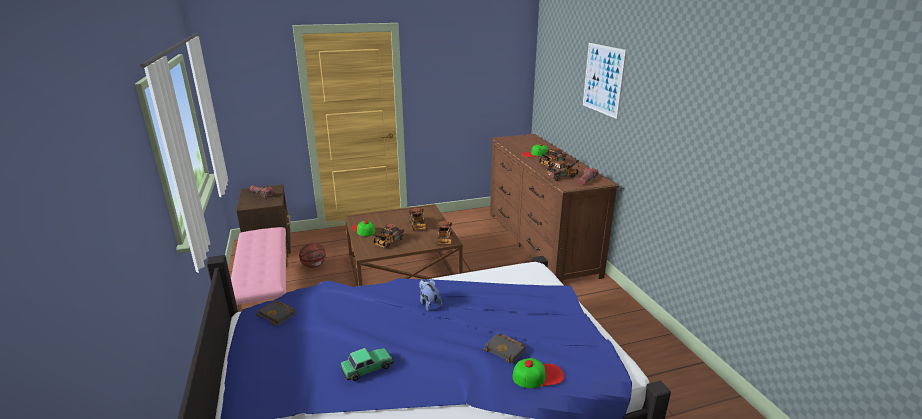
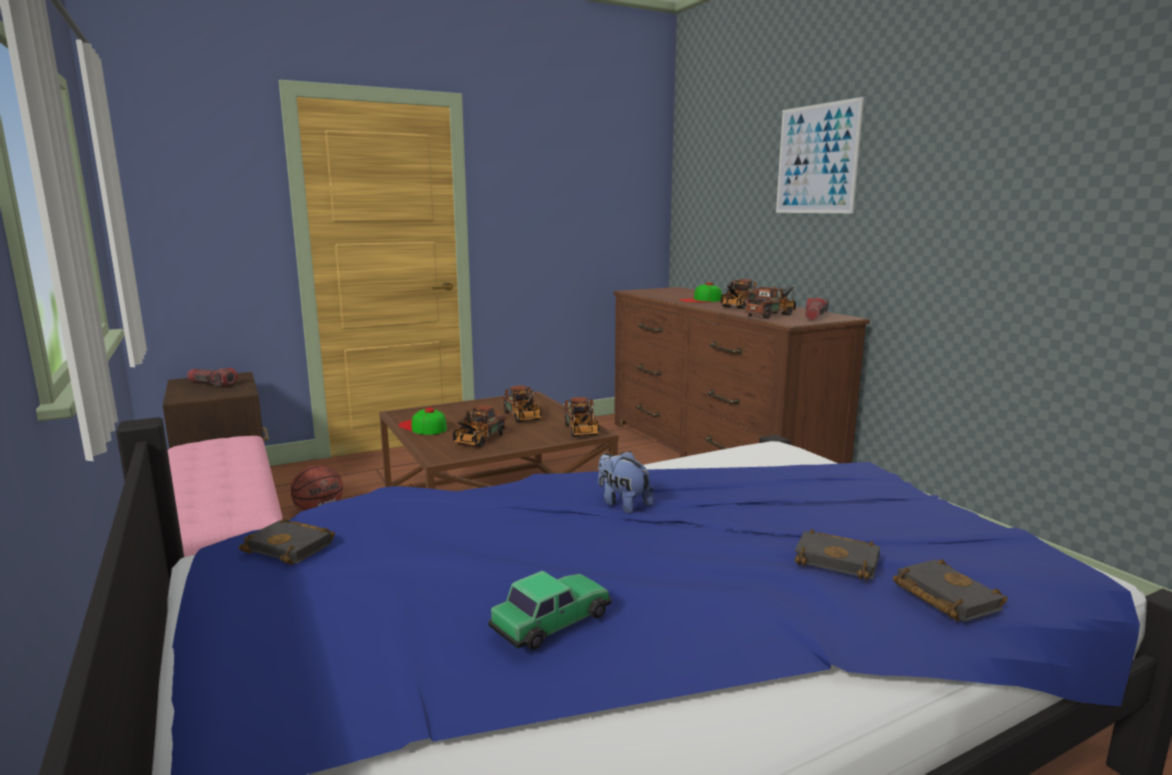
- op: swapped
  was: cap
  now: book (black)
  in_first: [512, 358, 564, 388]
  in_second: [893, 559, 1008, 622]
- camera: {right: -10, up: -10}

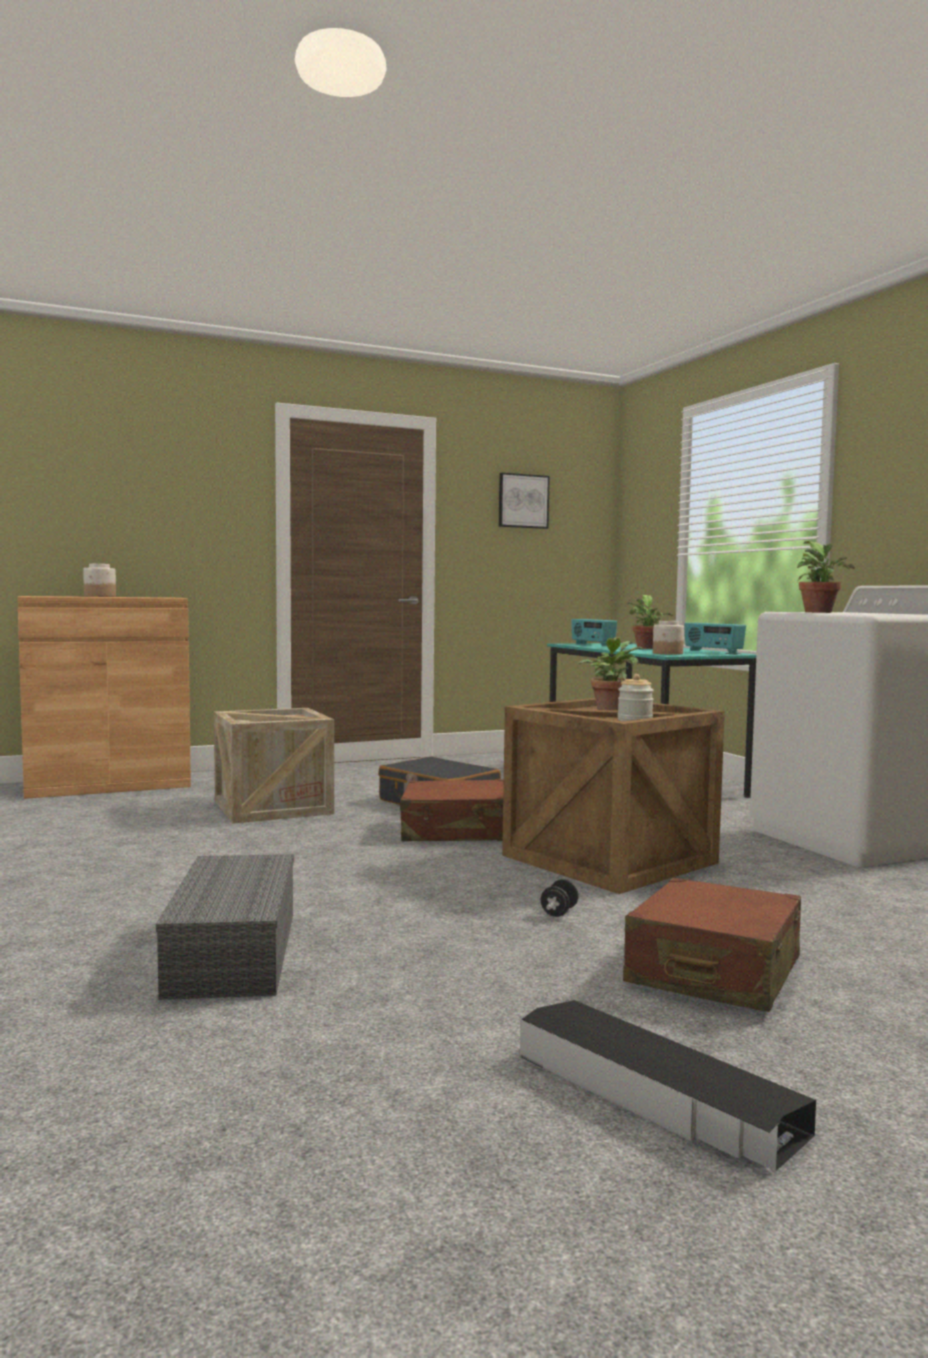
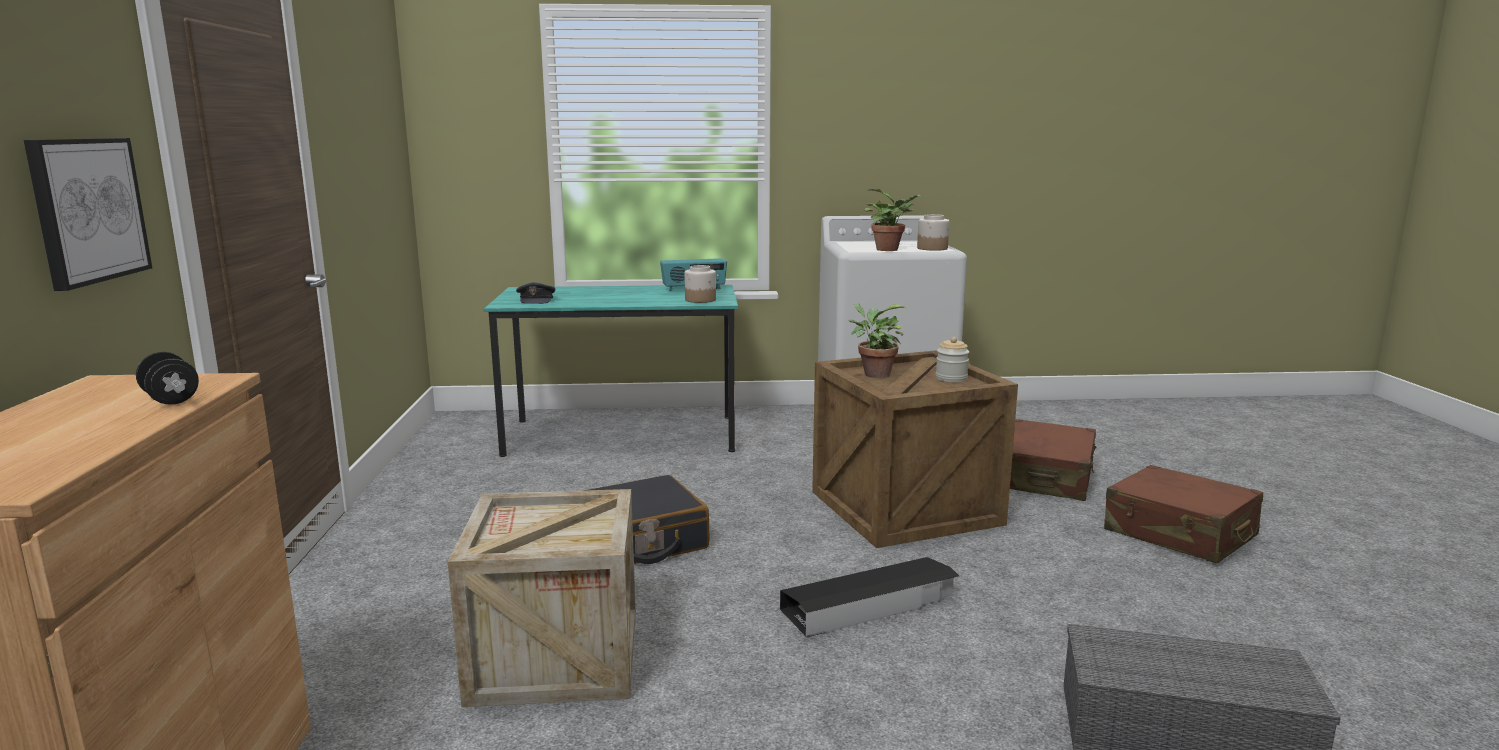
- op: shifted
  was: picture
  in_first: [499, 473, 550, 529]
  in_second: [23, 138, 152, 291]
- op: shifted
  was: jar
  in_first: [83, 564, 116, 597]
  in_second: [917, 214, 949, 251]
- op: gone
  was: potted plant
  in_first: [627, 595, 674, 649]
- op: swapped
  was: radio
  now: cap (grey)
  in_first: [571, 619, 617, 646]
  in_second: [516, 282, 555, 304]
- op: shifted
  was: suitcase (brown)
  in_first: [400, 780, 504, 841]
  in_second: [1010, 419, 1096, 501]
- op: shifted
  was: dumbbell (black)
  in_first: [541, 879, 579, 917]
  in_second: [136, 352, 199, 405]
- op: shifted
  was: storage box (black)
  in_first: [520, 1000, 816, 1172]
  in_second: [780, 557, 959, 637]
- camera: {right: -70, up: 10}

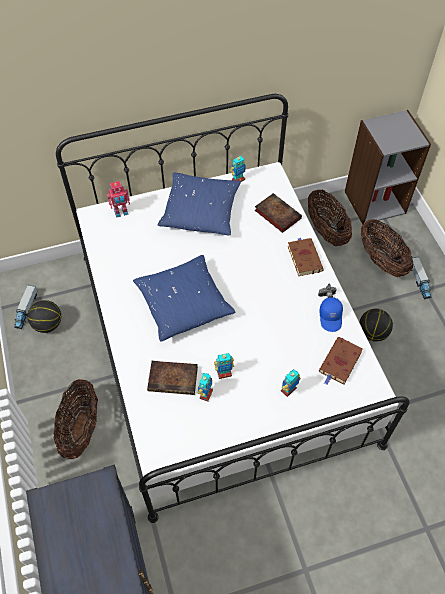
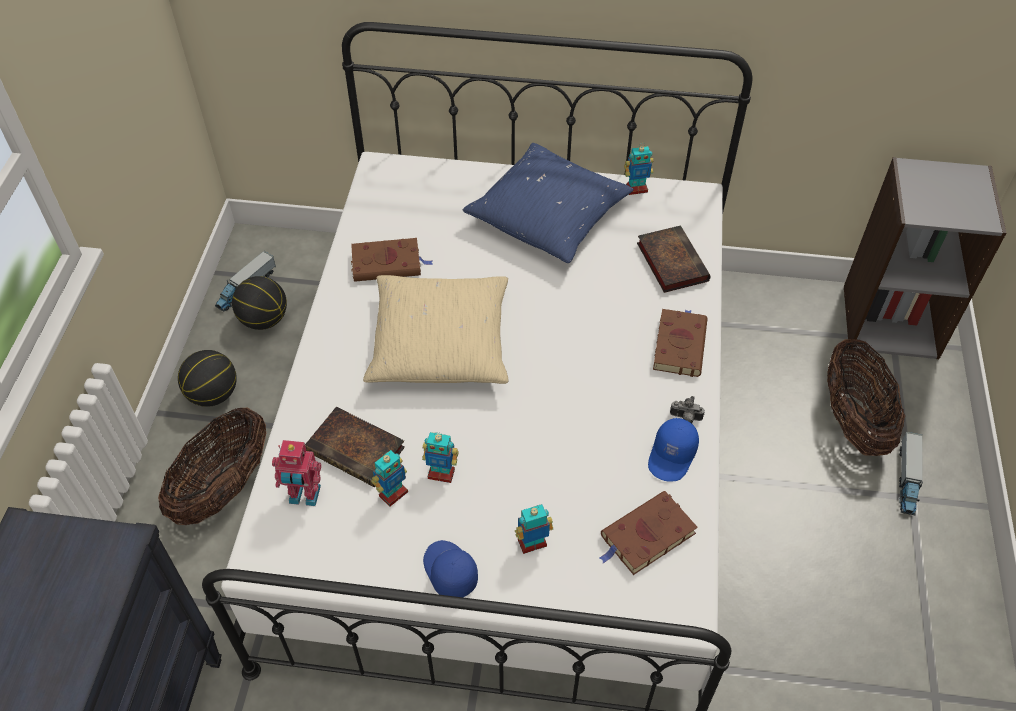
- op: shifted
  was: toy robot
  in_first: [107, 181, 130, 218]
  in_second: [272, 440, 321, 506]
- op: gone
  was: basket
  in_first: [308, 190, 352, 246]
- op: repainted
  was: pillow (blue)
  now: pillow (beige)
  in_first: [133, 255, 236, 342]
  in_second: [363, 275, 509, 384]
- op: shifted
  was: basketball
  in_first: [359, 309, 393, 342]
  in_second: [178, 350, 237, 407]
- op: new
  now: book (brown)
  in_second: [351, 238, 433, 282]
- op: new
  now: cap (blue)
  in_second: [423, 540, 478, 597]
- camera: {right: 25, up: -5}

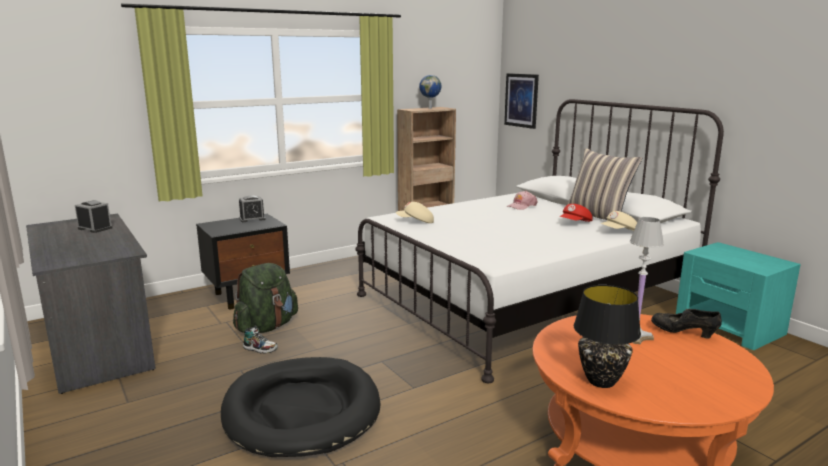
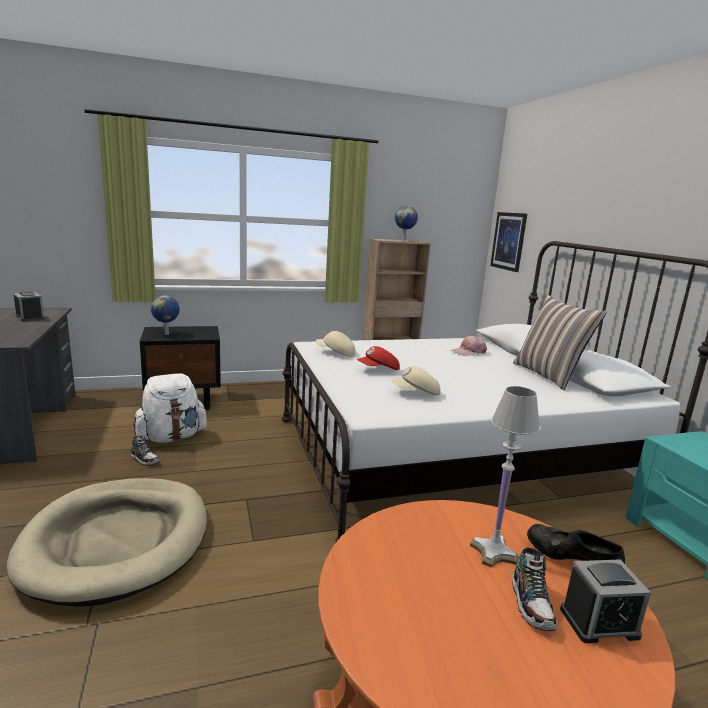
- op: shifted
  was: alarm clock
  in_first: [239, 195, 266, 222]
  in_second: [560, 559, 651, 643]
- op: shifted
  was: cap (red)
  in_first: [559, 204, 593, 222]
  in_second: [357, 346, 400, 370]
- op: shifted
  was: cap (beige)
  in_first: [601, 211, 637, 231]
  in_second: [391, 366, 440, 395]
- op: repainted
  was: backpack (green)
  now: backpack (white)
  in_first: [233, 263, 298, 333]
  in_second: [133, 374, 208, 443]
- op: gone
  was: table lamp (black)
  in_first: [574, 285, 641, 388]
- op: repainted
  was: dog bed (black)
  now: dog bed (beige)
  in_first: [221, 357, 381, 457]
  in_second: [7, 478, 207, 607]
- op: new
  now: globe
  in_second: [151, 295, 180, 335]
- op: new
  now: shoe
  in_second: [512, 547, 557, 631]
- camera: {right: 15, up: 0}

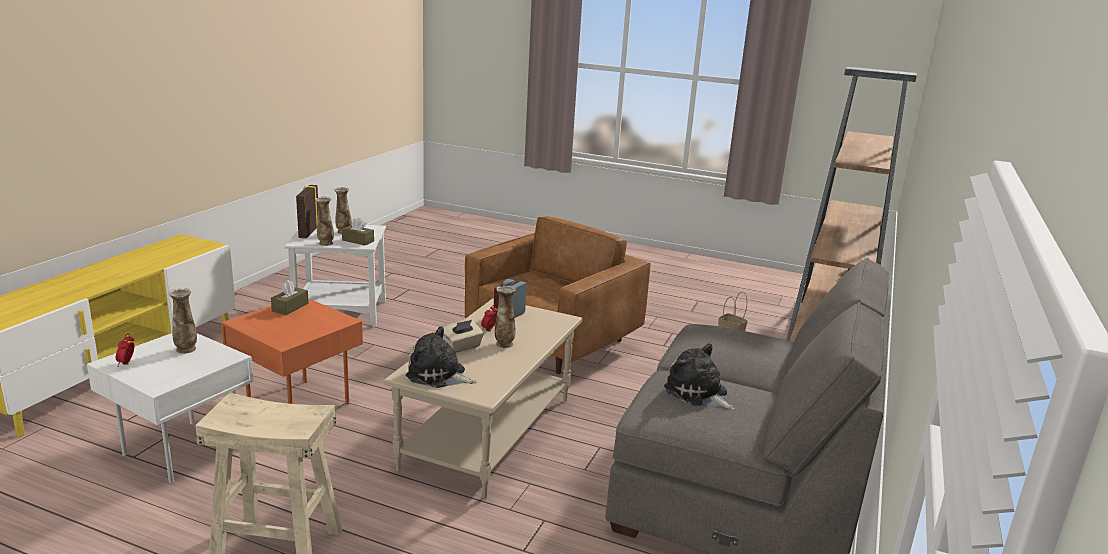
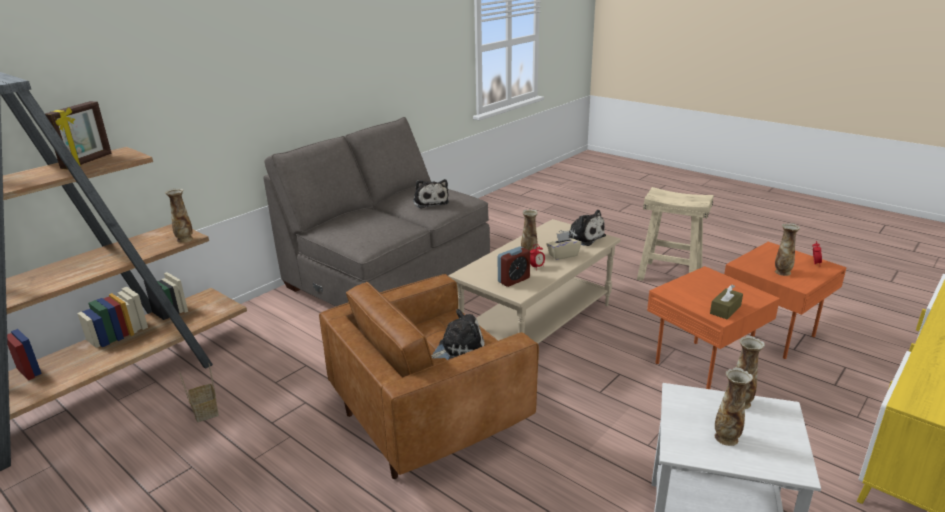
- op: shifted
  was: picture frame
  in_first: [296, 185, 318, 238]
  in_second: [45, 101, 112, 169]
- op: gone
  was: tissue box (brown)
  in_first: [342, 218, 374, 245]
- op: repainted
  was: side table (white)
  now: side table (orange)
  in_first: [87, 333, 254, 483]
  in_second: [724, 242, 847, 359]
- op: new
  now: vase
  in_second: [165, 188, 193, 243]
- op: new
  now: plush toy
  in_second: [431, 309, 485, 360]
- camera: {right: -160, up: 5}

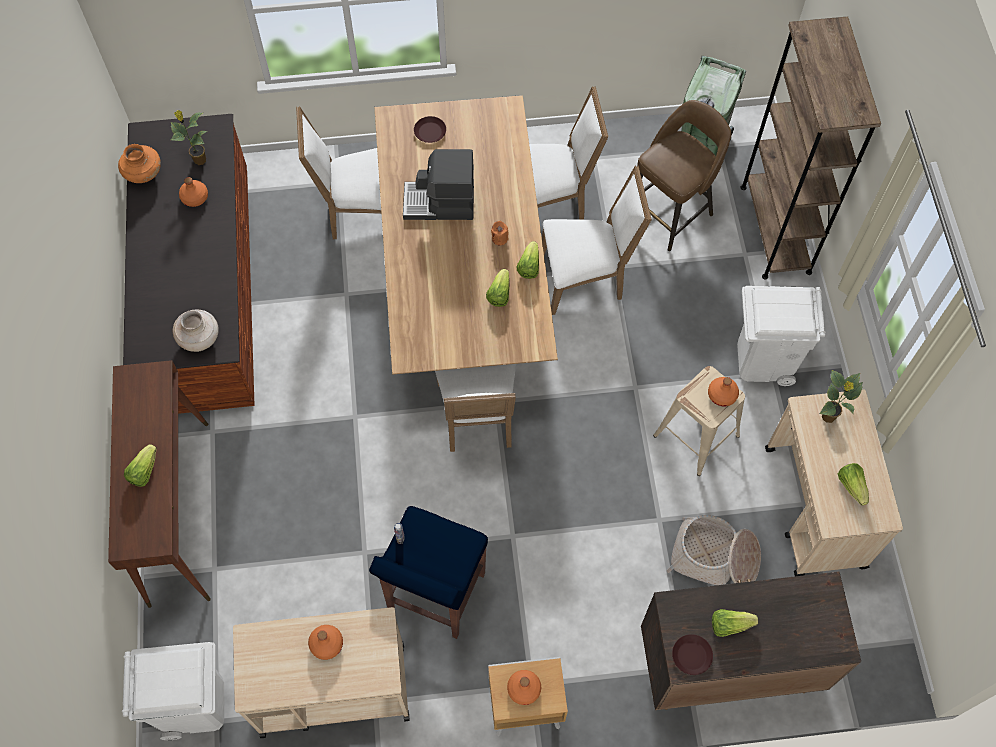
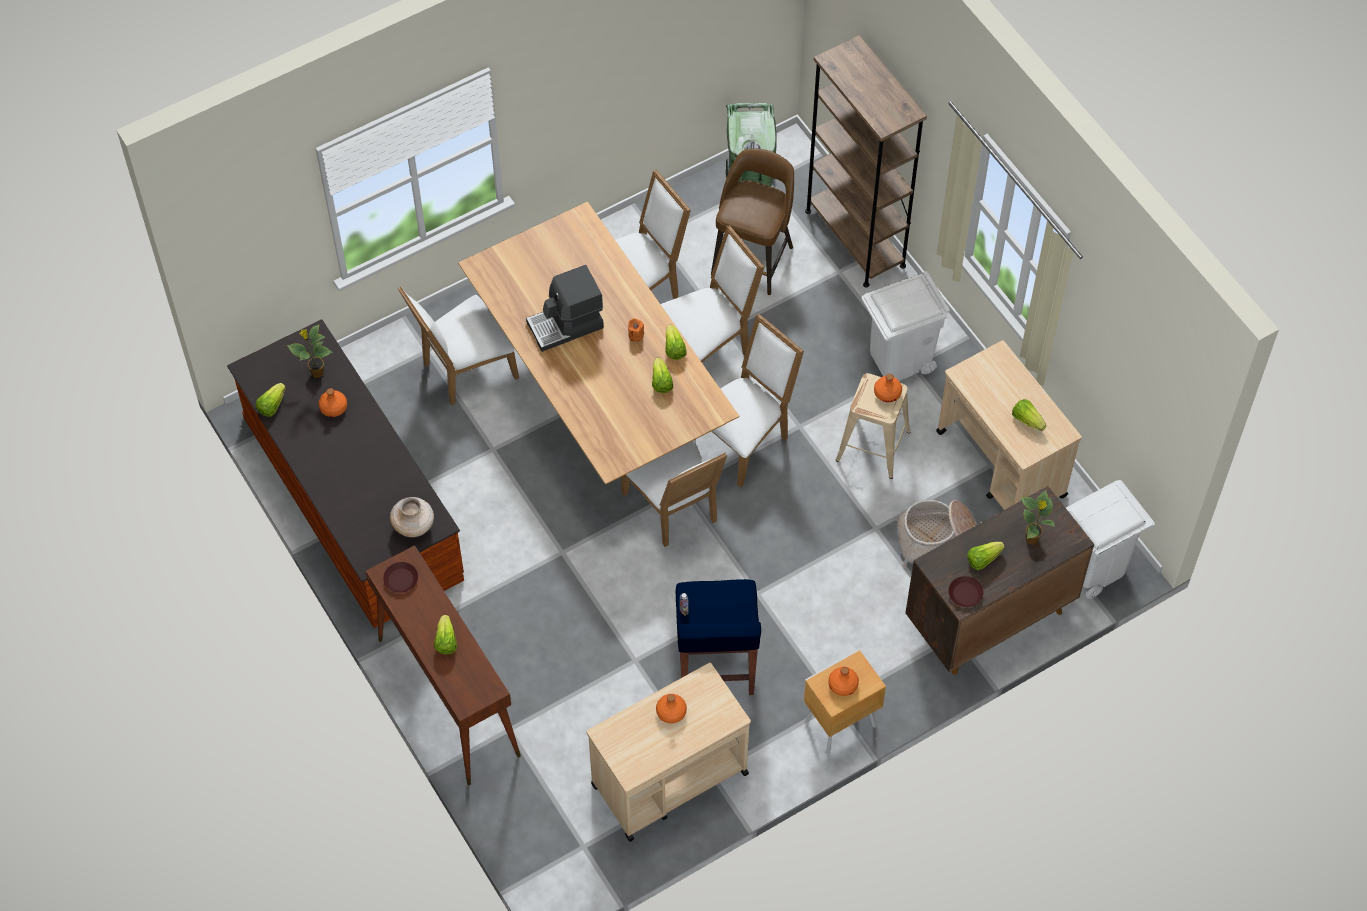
- op: shifted
  was: plate (brown)
  in_first: [414, 116, 446, 143]
  in_second: [383, 562, 418, 593]
- op: swapped
  was: vase (orange)
  now: lettuce
  in_first: [118, 144, 161, 183]
  in_second: [256, 383, 286, 417]
- op: shifted
  was: potted plant
  in_first: [819, 370, 863, 423]
  in_second: [1021, 490, 1055, 545]
- op: shifted
  was: trash can (white)
  in_first: [122, 642, 224, 740]
  in_second: [1066, 480, 1155, 599]
- op: new
  now: chair (white)
  in_second: [695, 313, 804, 488]
- camera: {right: -25, up: -5}

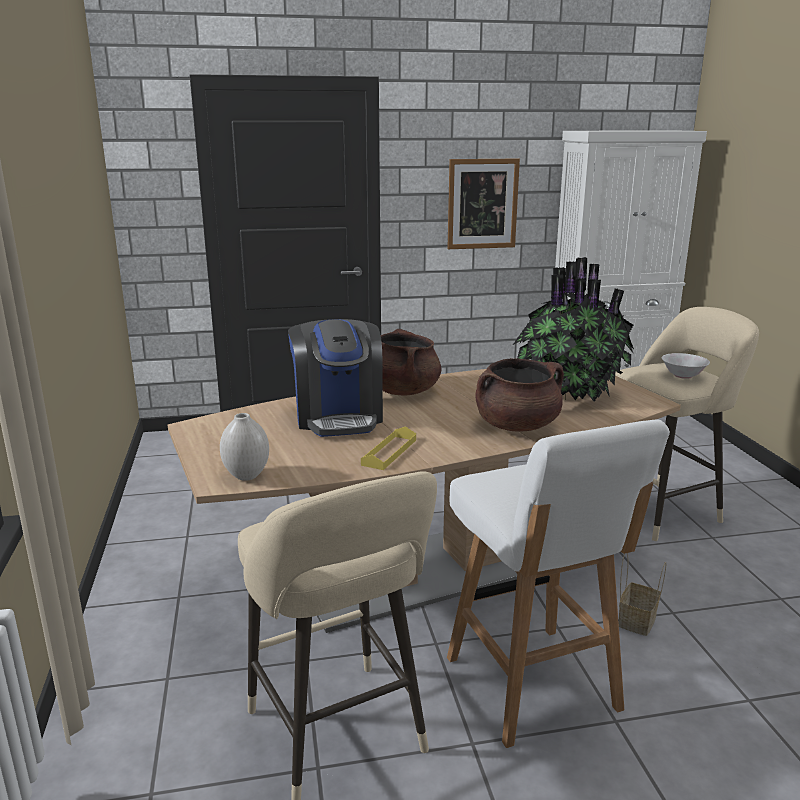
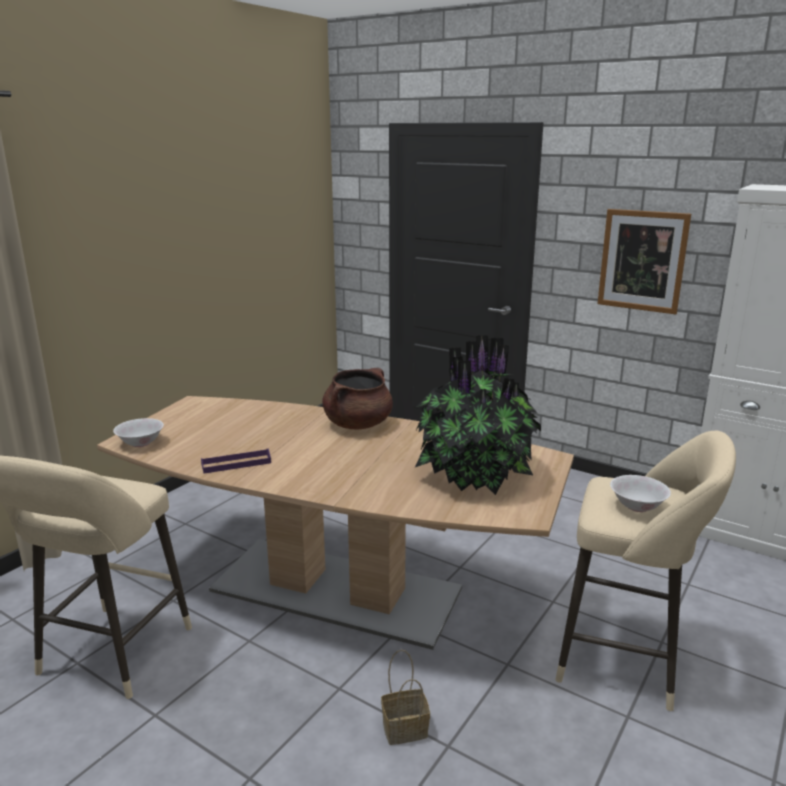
- op: gone
  was: coffee machine
  in_first: [288, 319, 383, 437]
- op: gone
  was: cooking pot (brown)
  in_first: [475, 358, 564, 432]
- op: swapped
  was: vase (white)
  now: bowl (white)
  in_first: [220, 413, 269, 481]
  in_second: [113, 418, 164, 447]
- op: gone
  was: stool (white)
  in_first: [447, 420, 670, 748]
- op: repainted
  was: tray (yellow)
  now: tray (purple)
  in_first: [361, 426, 416, 470]
  in_second: [201, 449, 271, 474]
- camera: {right: 45, up: 0}

